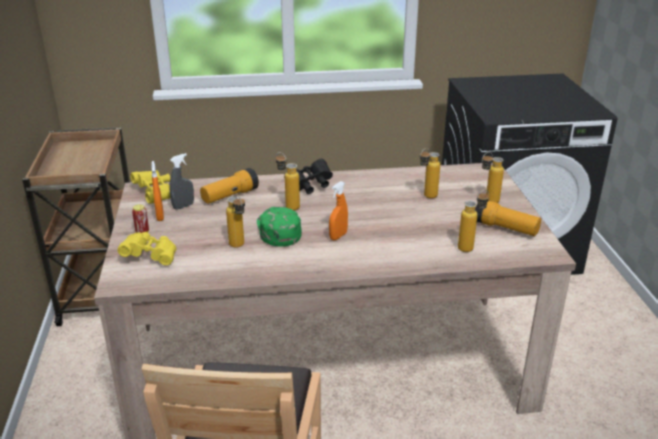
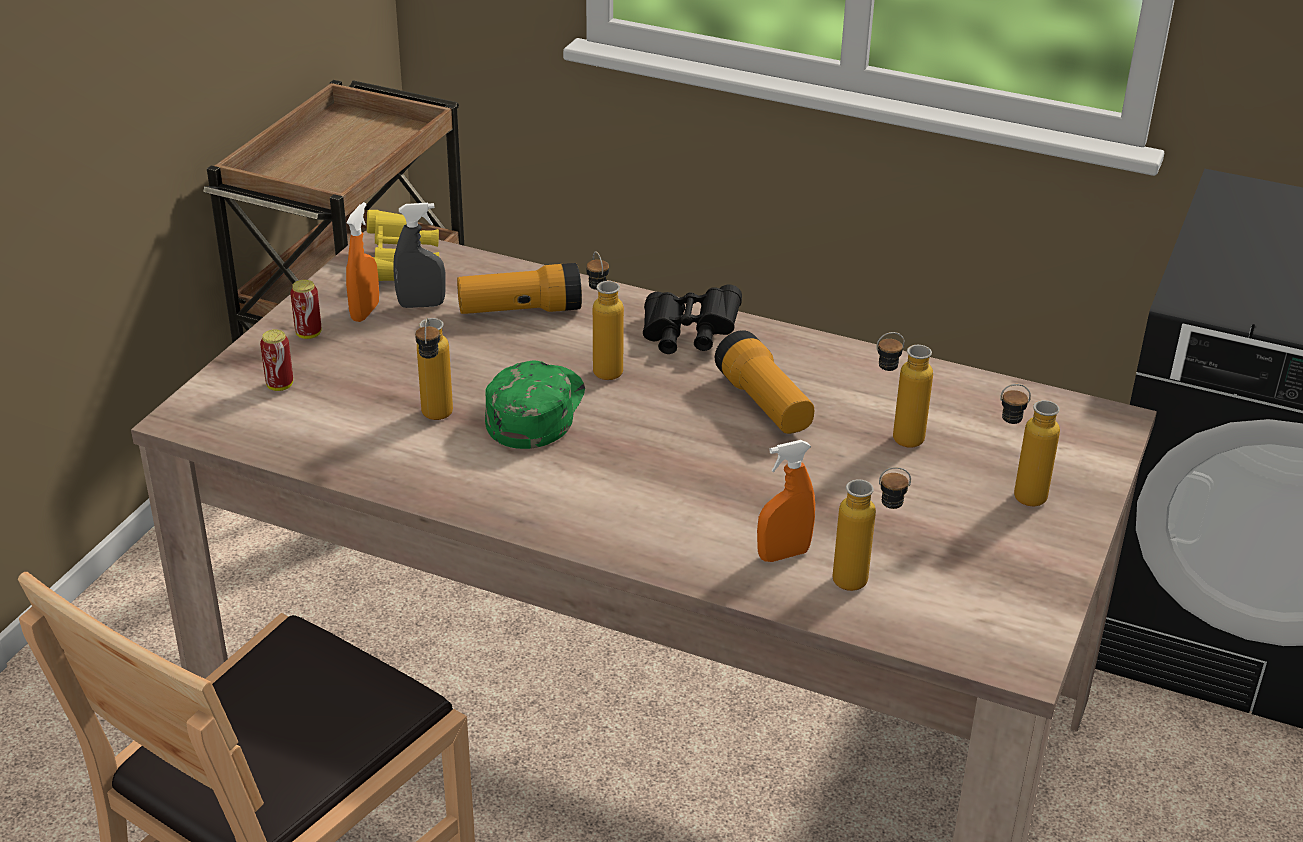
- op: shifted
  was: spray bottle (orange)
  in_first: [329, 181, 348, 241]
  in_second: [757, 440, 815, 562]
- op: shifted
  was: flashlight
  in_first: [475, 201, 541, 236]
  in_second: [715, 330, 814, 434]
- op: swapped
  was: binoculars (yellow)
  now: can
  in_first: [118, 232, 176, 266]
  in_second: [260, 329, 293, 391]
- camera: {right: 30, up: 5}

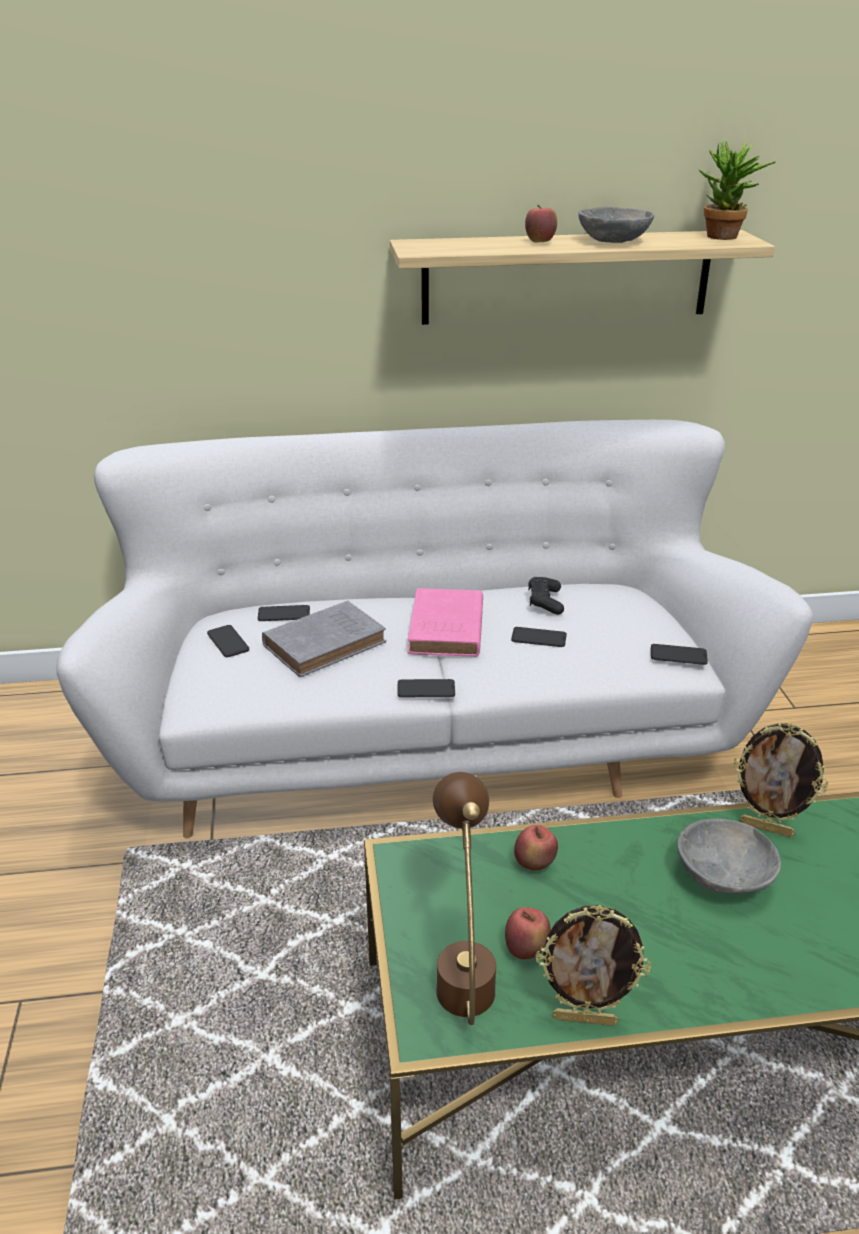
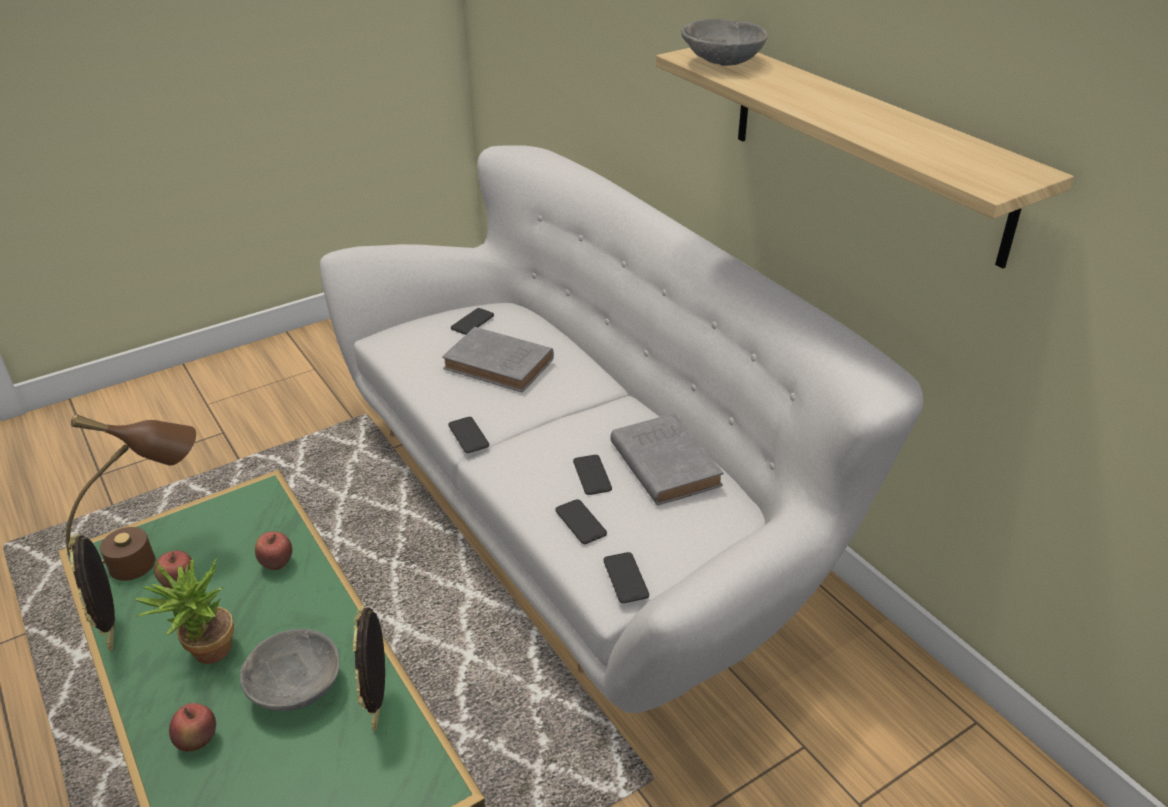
- op: shifted
  was: potted plant
  in_first: [699, 140, 775, 240]
  in_second: [135, 558, 234, 664]
- op: shifted
  was: apple
  in_first: [525, 205, 557, 243]
  in_second: [169, 703, 216, 751]
- op: shifted
  was: bowl (grey)
  in_first: [578, 207, 654, 243]
  in_second: [681, 19, 767, 66]
- op: swapped
  was: game controller (black)
  now: book (grey)
  in_first: [528, 577, 564, 615]
  in_second: [611, 414, 724, 506]
- op: gone
  was: book (pink)
  in_first: [407, 588, 483, 657]
- op: shifted
  was: phone
  in_first: [258, 605, 310, 621]
  in_second: [556, 499, 607, 544]
- camera: {right: 65, up: 5}

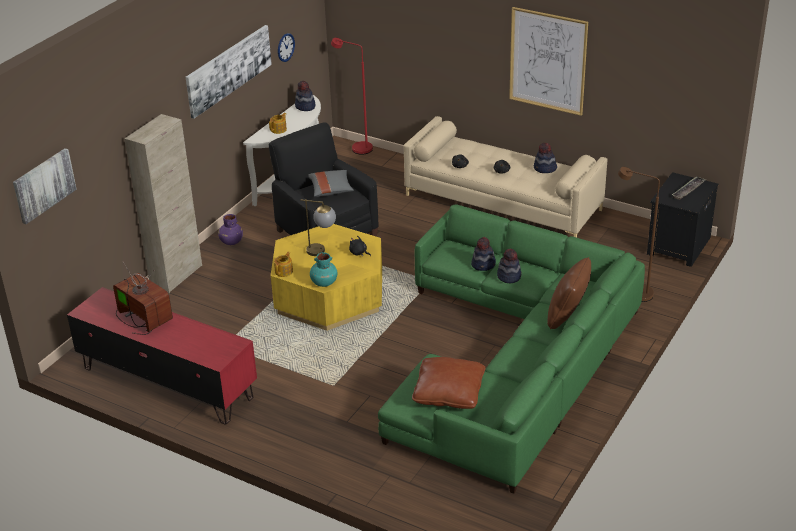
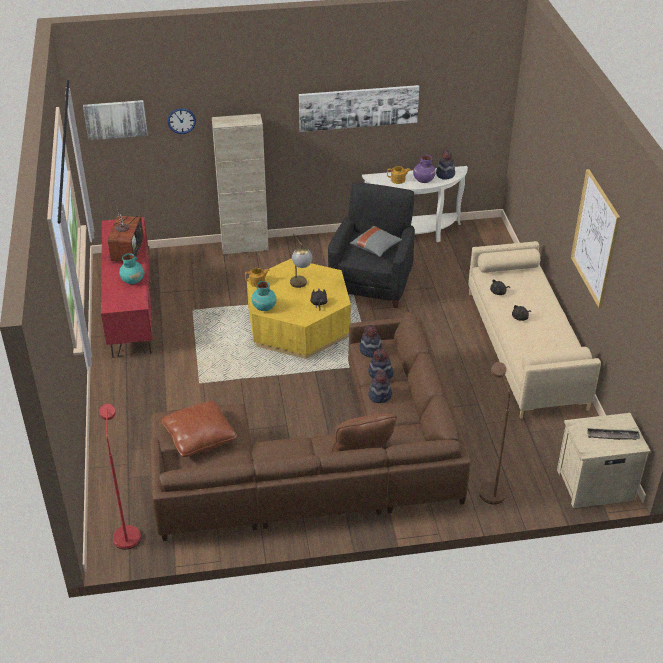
- op: shifted
  was: wall clock
  in_first: [278, 33, 295, 62]
  in_second: [167, 108, 196, 134]
- op: shifted
  was: floor lamp (red)
  in_first: [331, 38, 373, 155]
  in_second: [99, 404, 141, 550]
- op: shifted
  was: hat
  in_first: [534, 143, 557, 173]
  in_second: [360, 325, 382, 358]
- op: repainted
  was: nightstand (black)
  now: nightstand (beige)
  in_first: [647, 172, 718, 267]
  in_second: [557, 413, 651, 508]
- op: repainted
  was: sofa (green)
  now: sofa (brown)
  in_first: [378, 204, 645, 494]
  in_second: [150, 312, 470, 541]
- op: shifted
  was: vase (purple)
  in_first: [218, 214, 243, 245]
  in_second: [413, 155, 436, 183]
- op: new
  now: vase (turquoise)
  in_second: [119, 253, 144, 284]
- camera: {right: 50, up: 5}

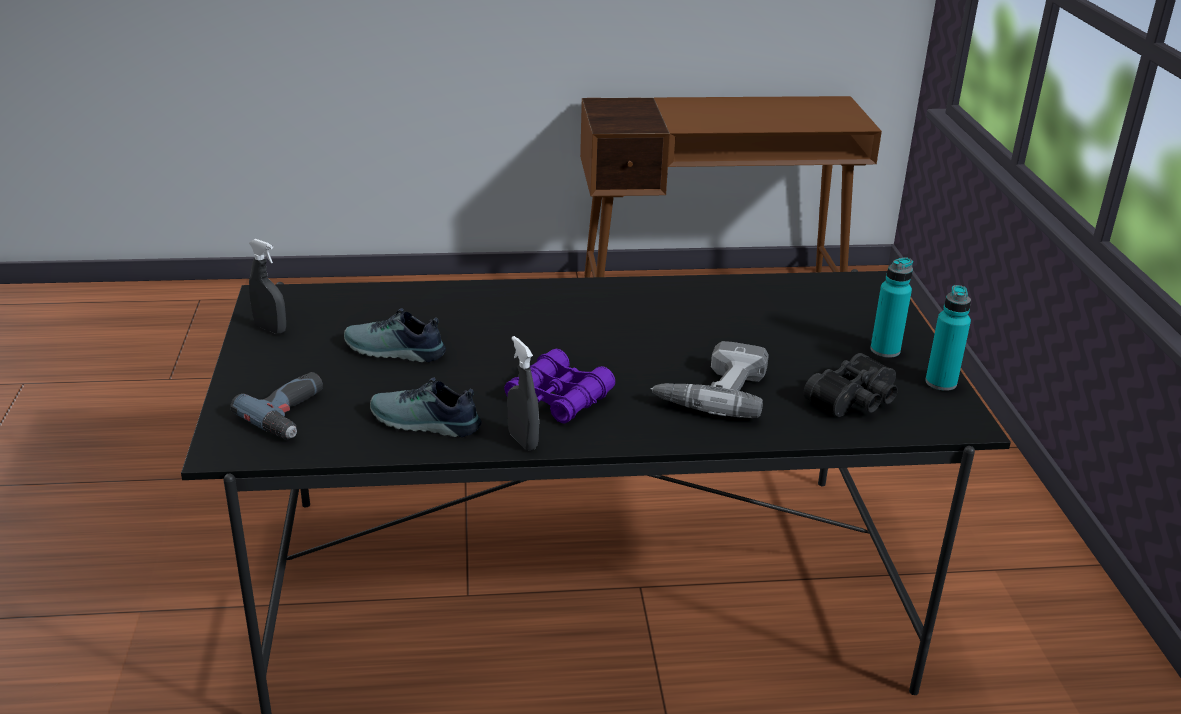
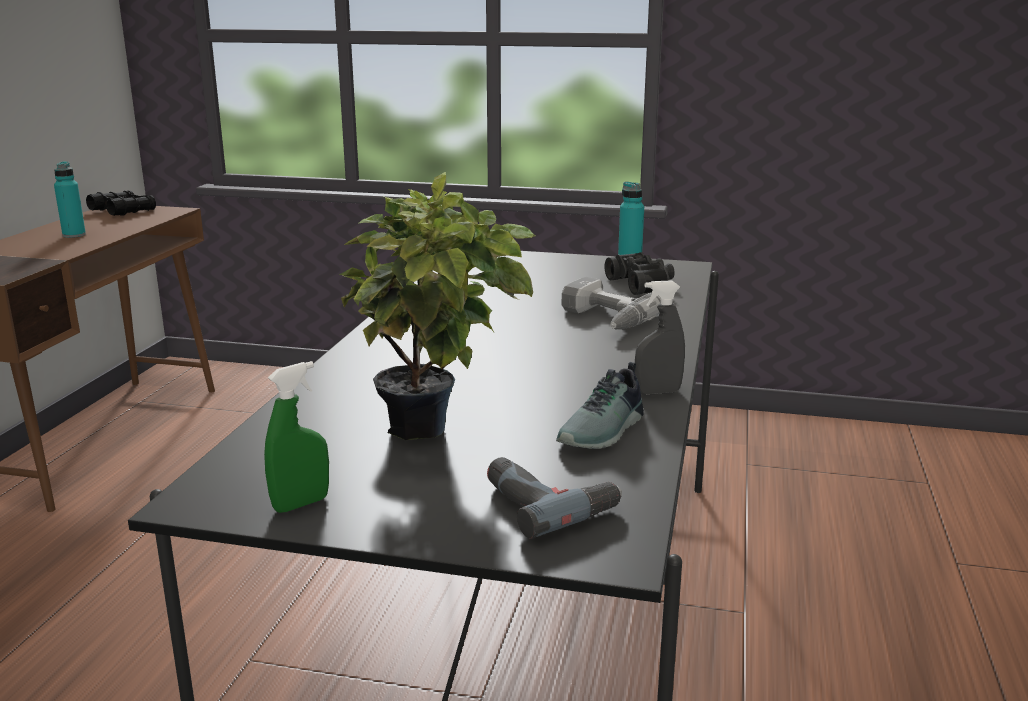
- op: repainted
  was: spray bottle (grey)
  now: spray bottle (green)
  in_first: [249, 239, 286, 334]
  in_second: [264, 361, 329, 513]
- op: shifted
  was: bottle (turquoise)
  in_first: [870, 257, 913, 358]
  in_second: [54, 161, 86, 238]
- op: swapped
  was: shoe
  now: potted plant
  in_first: [344, 308, 446, 362]
  in_second: [339, 172, 536, 440]
- op: gone
  was: binoculars (purple)
  in_first: [504, 349, 615, 423]
- op: new
  now: binoculars (black)
  in_second: [86, 190, 156, 216]
- camera: {right: -70, up: -10}

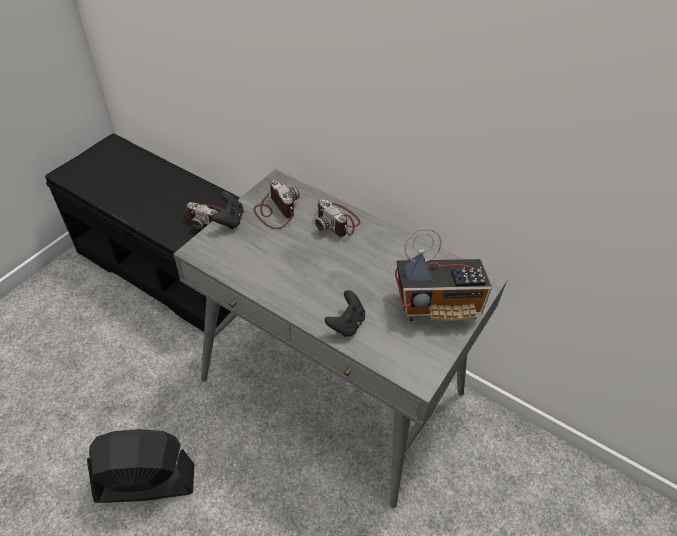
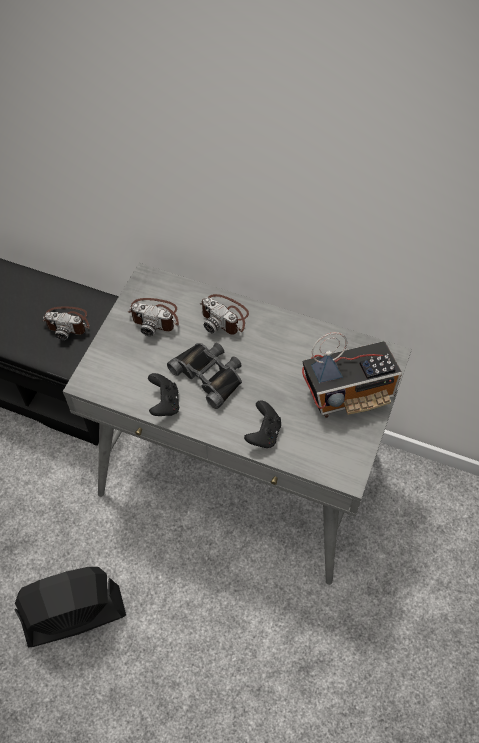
- op: rotated
  was: photo camera
  in_first: [253, 180, 300, 229]
  in_second: [128, 298, 179, 336]
  clockwise: 150
- op: shifted
  was: game controller (black)
  in_first: [211, 191, 244, 229]
  in_second: [148, 373, 179, 416]
- op: new
  now: binoculars (black)
  in_second: [167, 343, 242, 409]
- camera: {right: -10, up: 10}

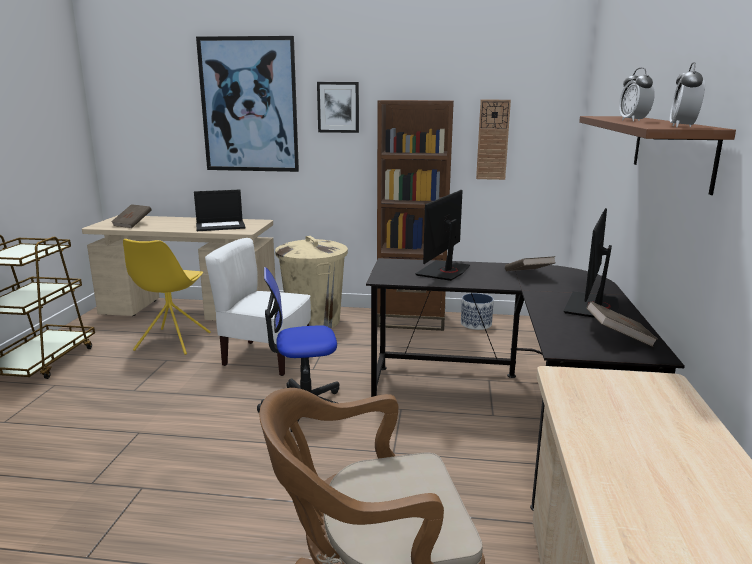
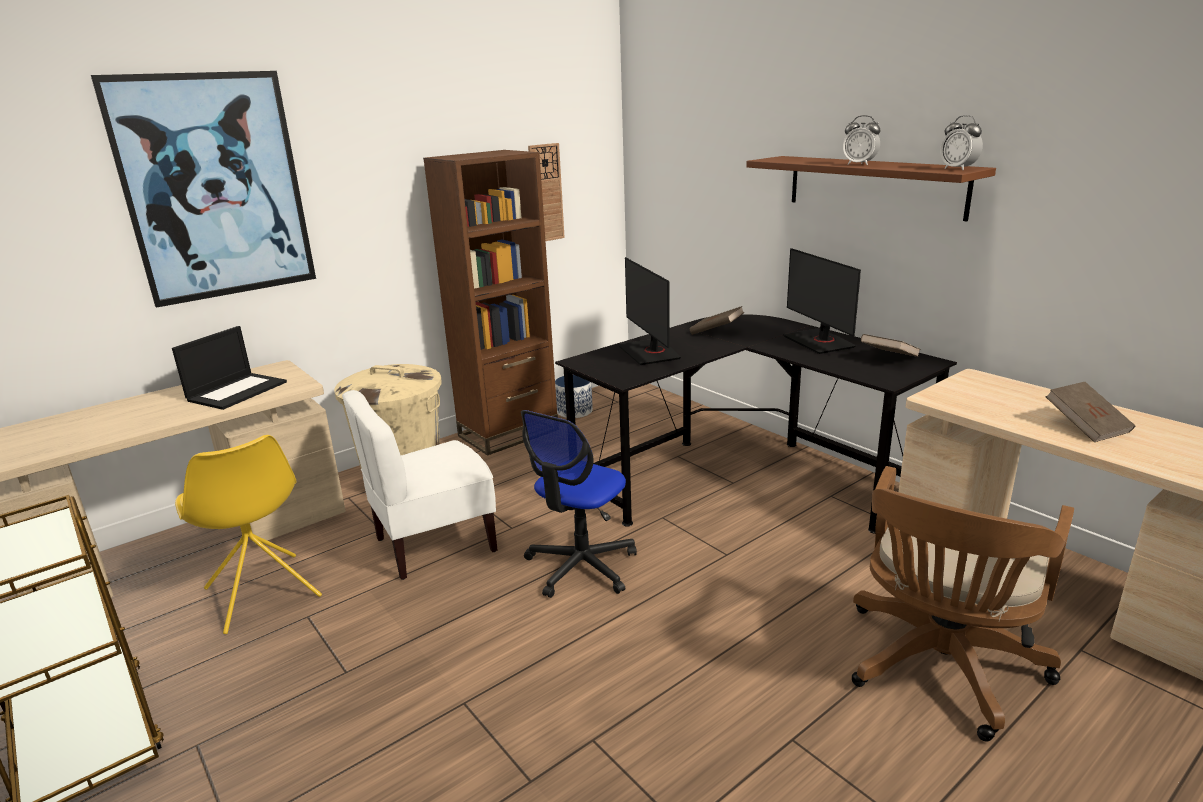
- op: gone
  was: picture
  in_first: [317, 82, 359, 133]
- op: shifted
  was: book (brown)
  in_first: [111, 204, 152, 228]
  in_second: [1045, 382, 1135, 442]
- camera: {right: -45, up: 5}

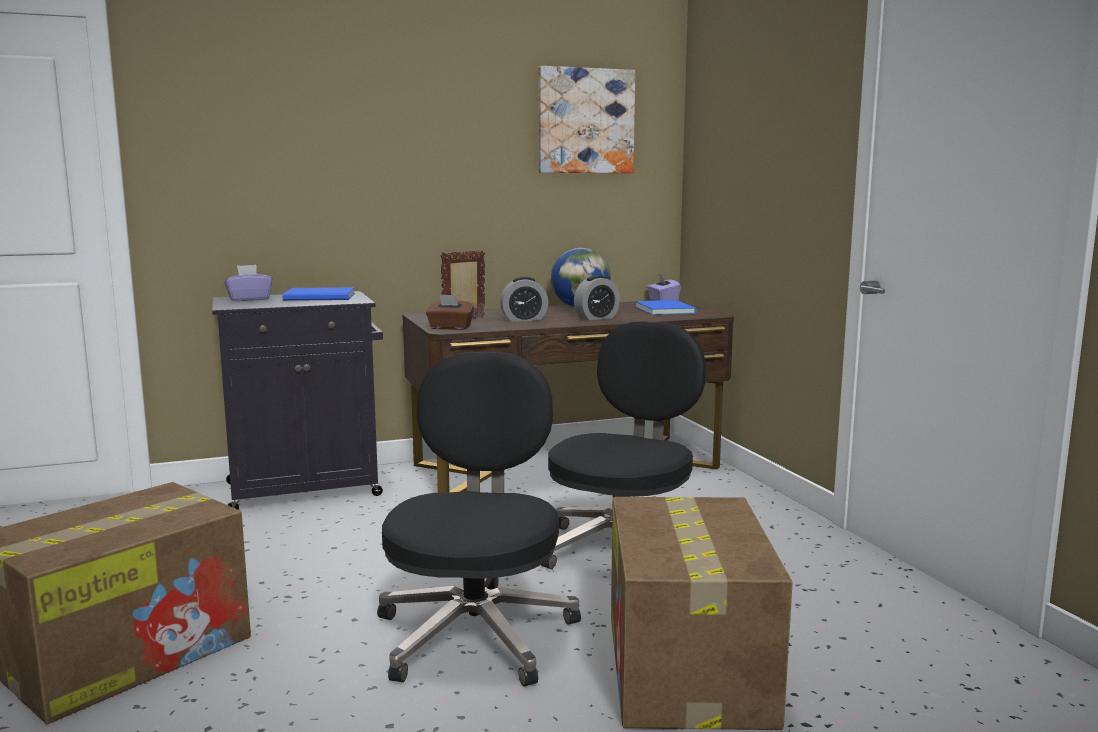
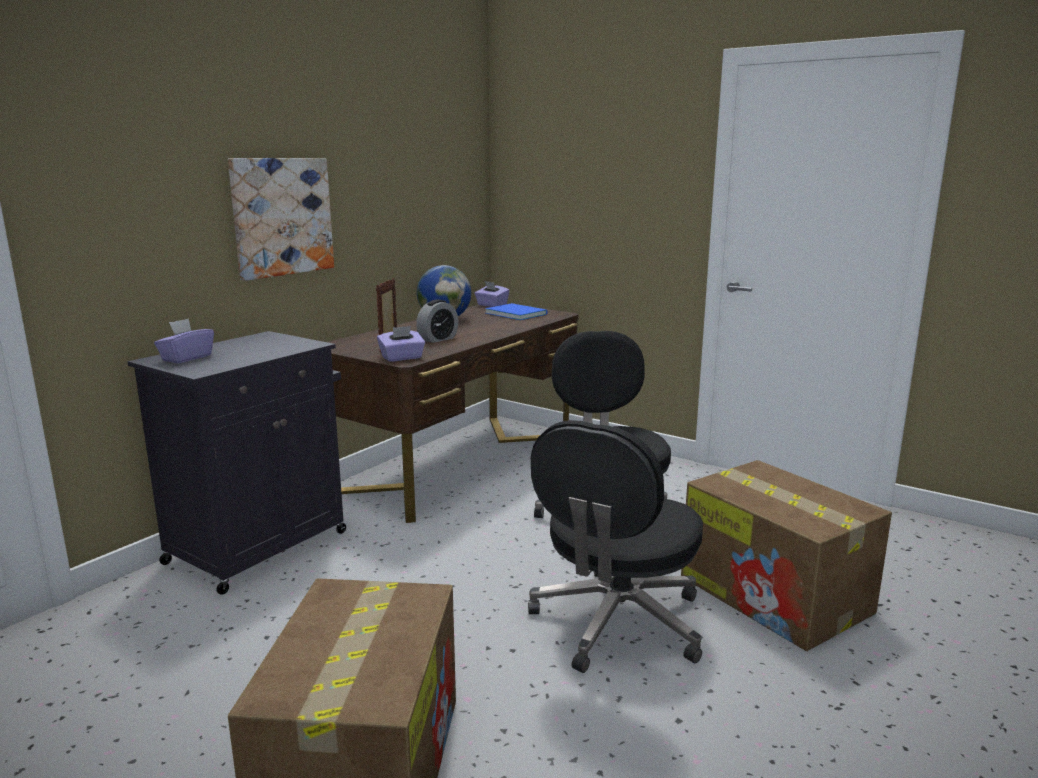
- op: shifted
  was: picture
  in_first: [538, 66, 635, 173]
  in_second: [228, 158, 334, 281]
- op: gone
  was: alarm clock
  in_first: [574, 275, 620, 320]
- op: gone
  was: book (blue)
  in_first: [282, 287, 355, 301]
- op: repainted
  was: tissue box (brown)
  now: tissue box (purple)
  in_first: [426, 294, 474, 330]
  in_second: [377, 326, 425, 362]
- op: rotated
  was: office chair (black)
  in_first: [377, 352, 581, 686]
  in_second: [528, 420, 703, 673]
  clockwise: -120
- camera: {right: -35, up: 5}

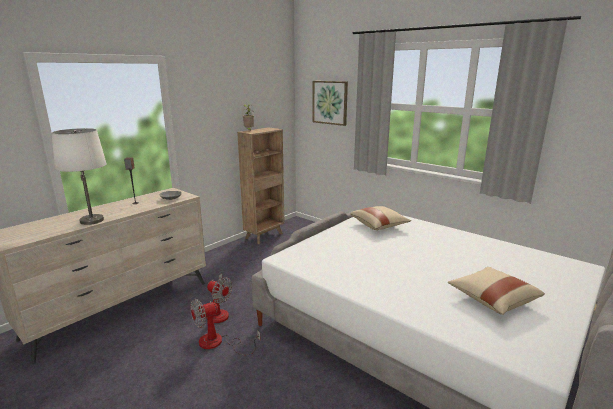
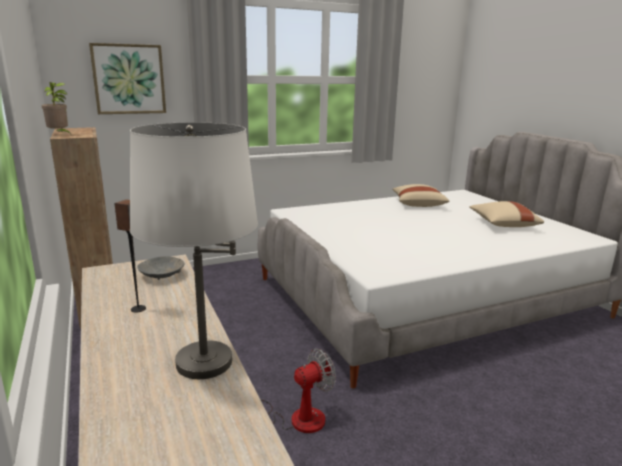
- op: shifted
  was: pillow (beige)
  in_first: [350, 206, 411, 230]
  in_second: [392, 184, 449, 207]
- op: gone
  was: fan
  in_first: [190, 299, 261, 355]
- camera: {right: -65, up: 0}

